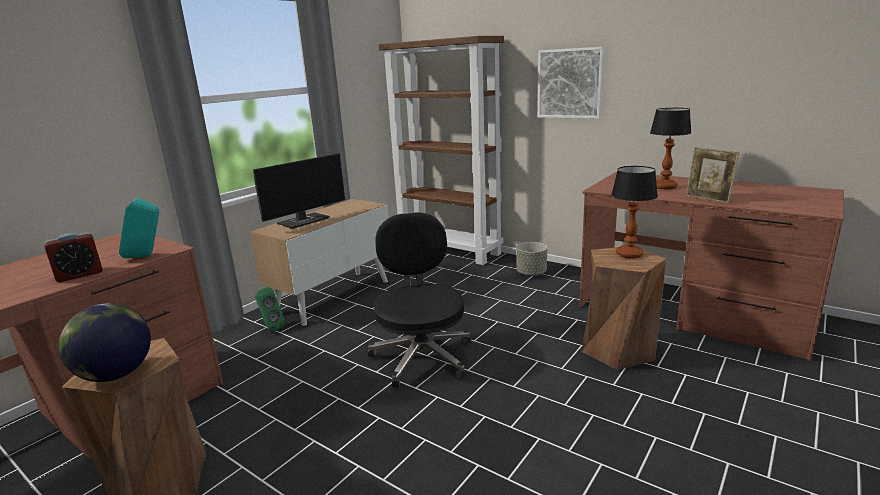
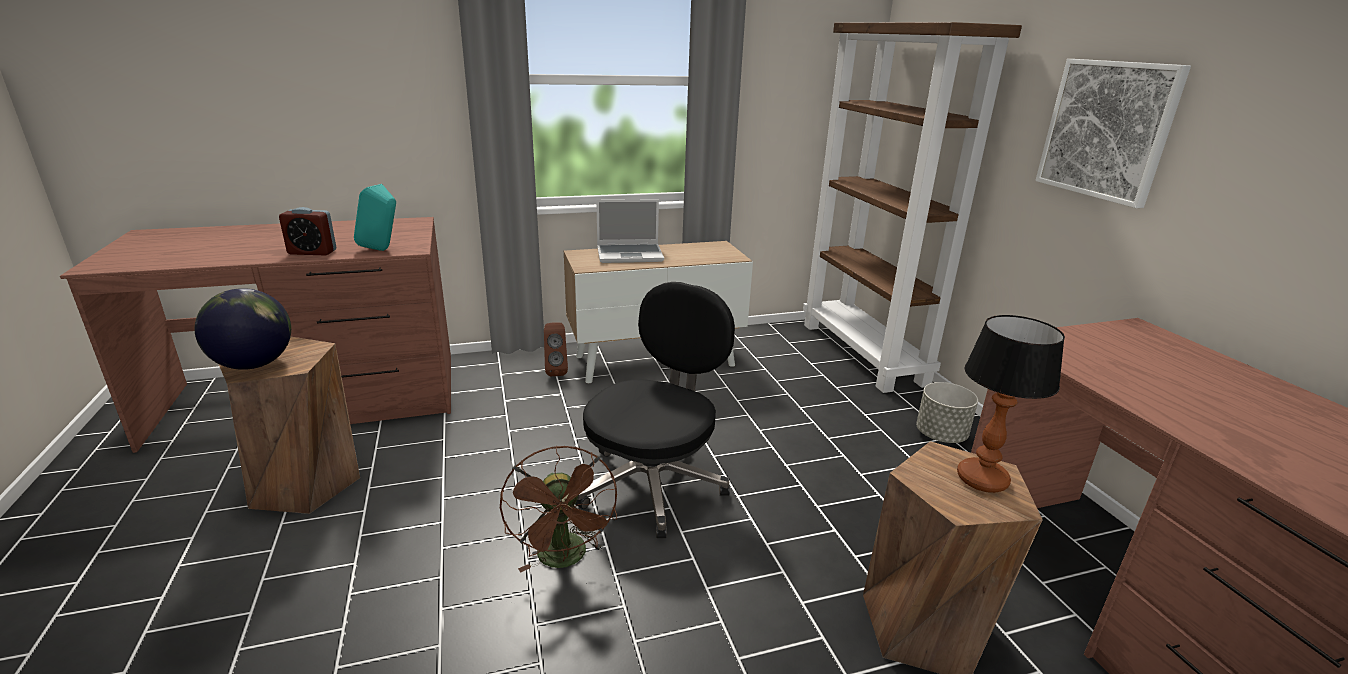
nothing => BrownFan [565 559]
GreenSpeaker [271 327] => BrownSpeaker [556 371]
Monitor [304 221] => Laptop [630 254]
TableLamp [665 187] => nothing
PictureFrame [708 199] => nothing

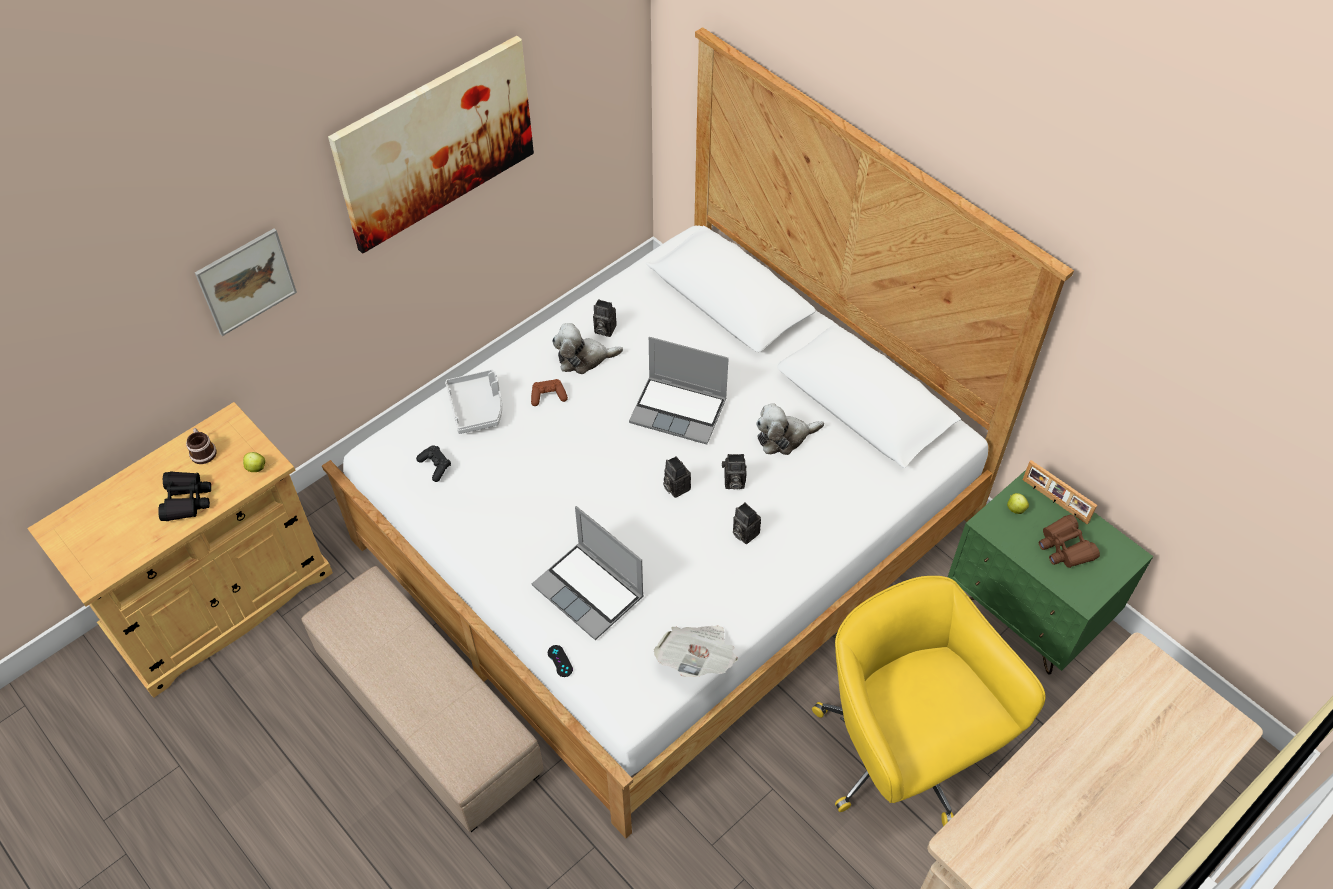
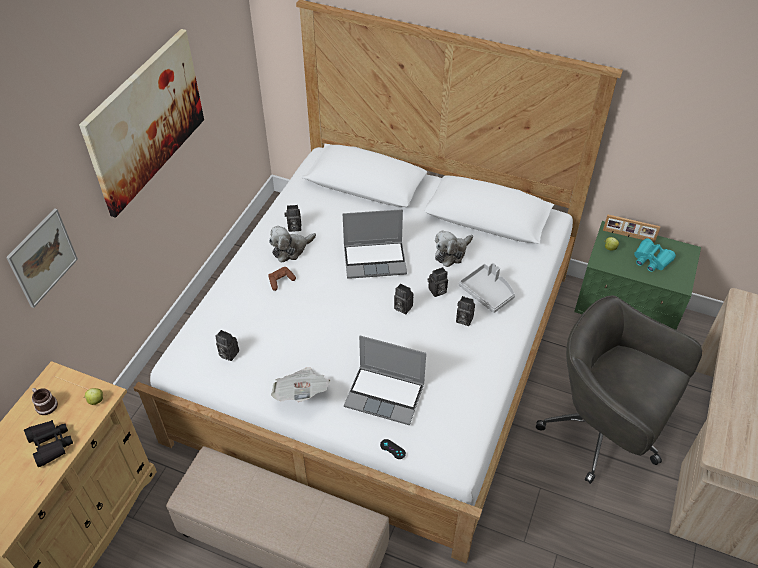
BlackGameController [435 466] => PhotoCamera [227 354]
Newspaper [697 659] => Newspaper [301 393], moved
GreyTray [477 407] => GreyTray [487 292], moved
YellowOfficeChair [901 754] => GreyOfficeChair [603 432]
BrownBinoculars [1065 547] => TurquoiseBinoculars [651 260]

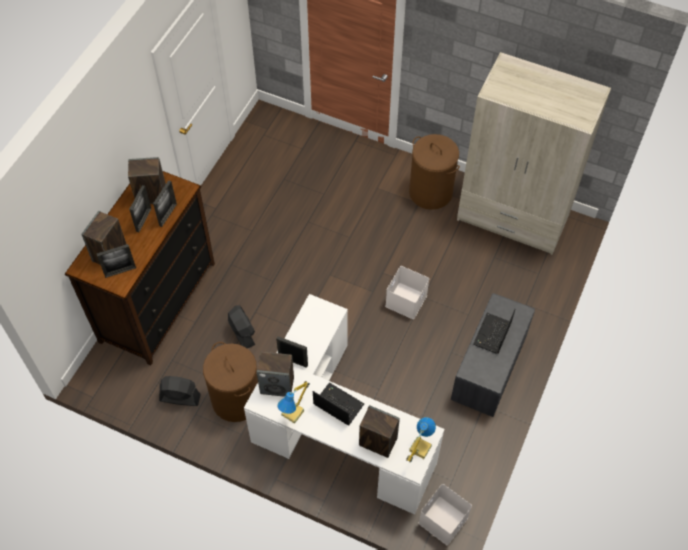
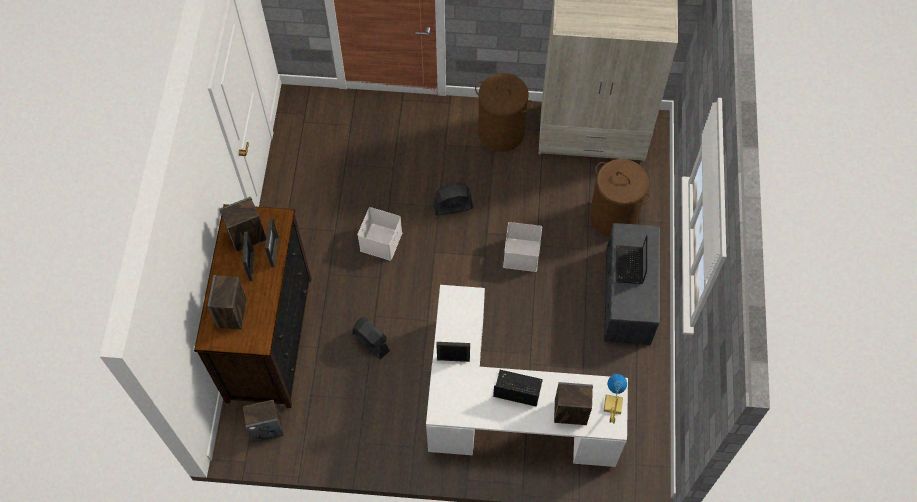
Speaker [277 385] => Speaker [267 428], moved
WhiteStorageBox [443 519] => WhiteStorageBox [380 240], moved
BlackFan [180 397] => BlackFan [453 206], moved
BrownLaundryBasket [236 399] => BrownLaundryBasket [613 216], moved
PictureFrame [120 271] => nothing
TableLamp [293 413] => nothing

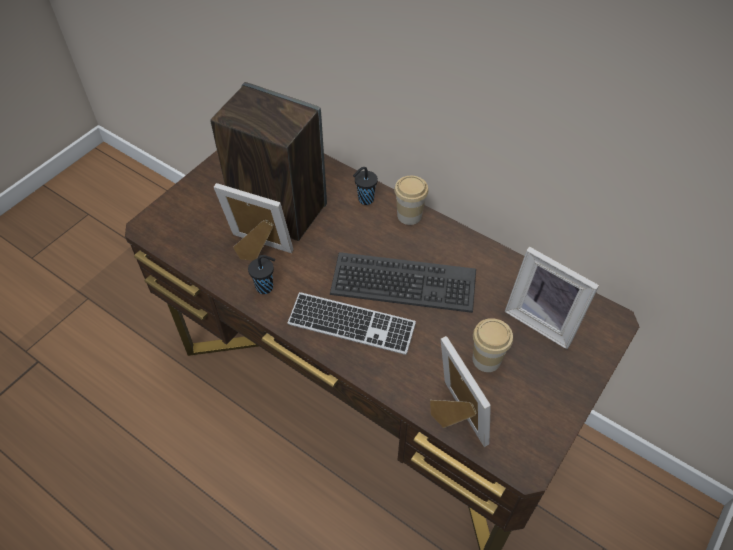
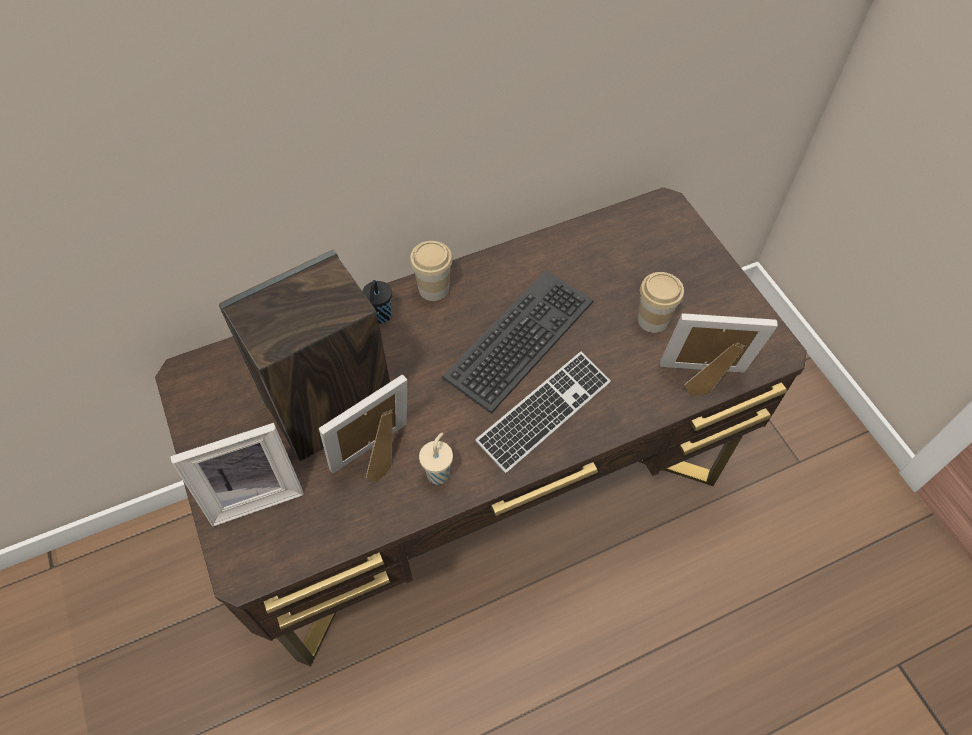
PictureFrame [543 320] => PictureFrame [254 492], moved
BlackCup [265 287] => BeigeCup [438 473]

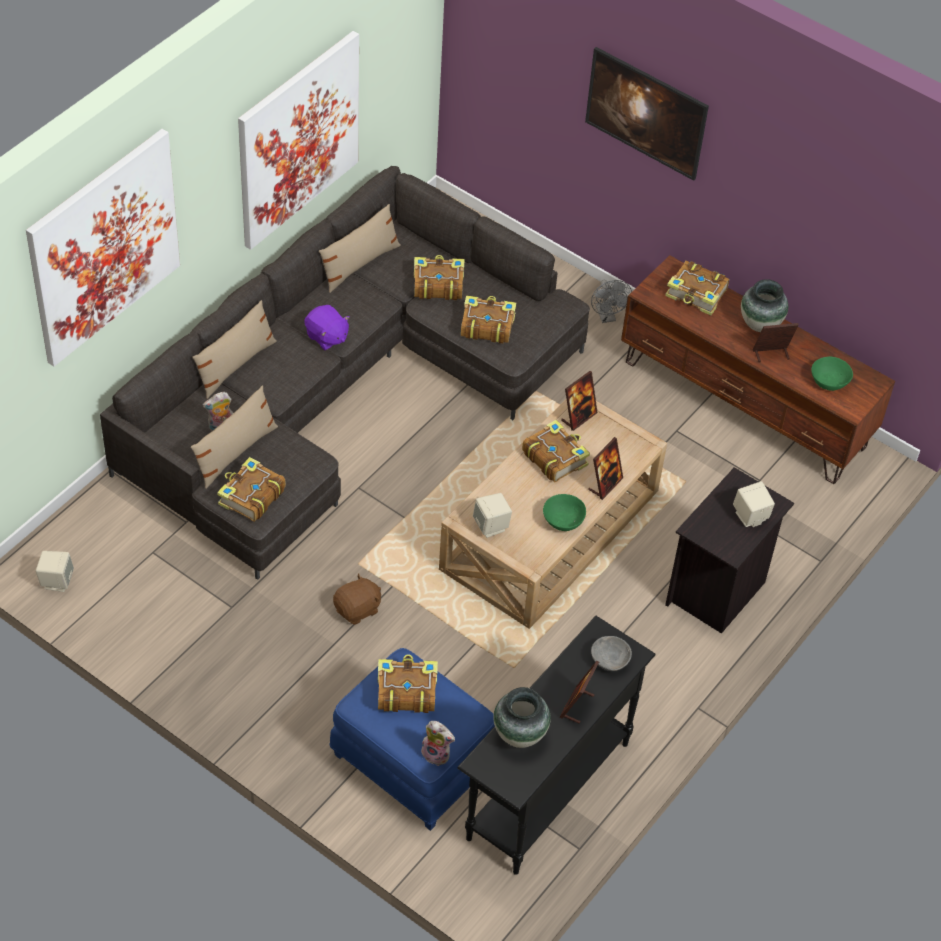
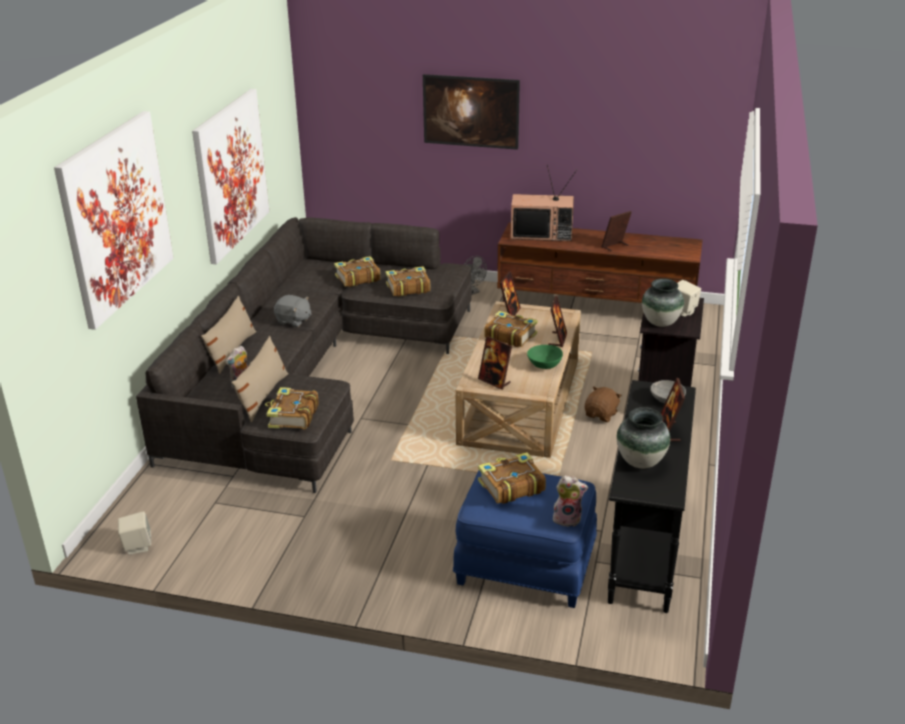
PurplePlushToy [326 337] => GreyPlushToy [293 321]
BeigeSpeaker [491 526] => PictureFrame [494 381]
Book [697 294] => Television [542 233]
BrownPlushToy [357 609] => BrownPlushToy [601 415], moved
Vase [760 324] => Vase [660 323], moved
BeigePillow [359 264] => nothing
GreenBowl [829 381] => nothing

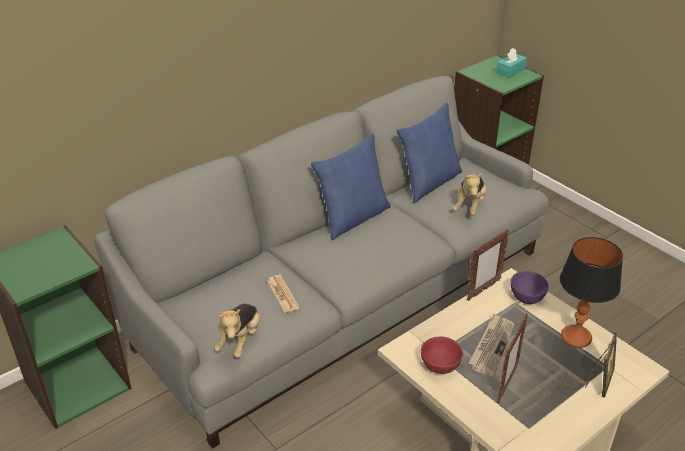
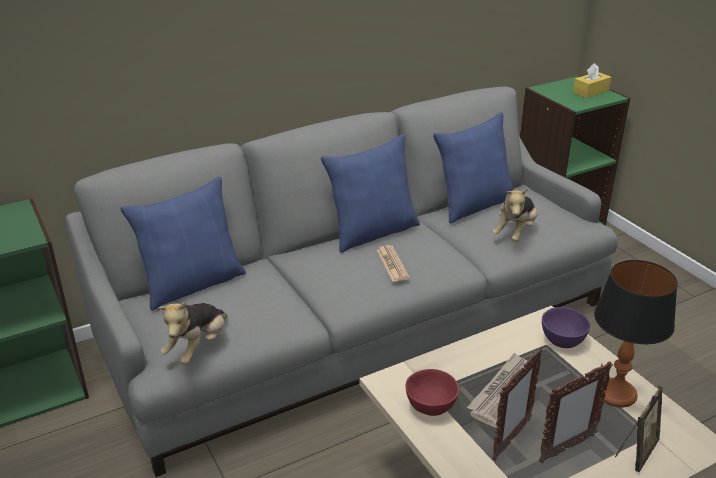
nothing => BluePillow [192 284]
Newspaper [282 294] => Newspaper [392 264], moved
PictureFrame [483 290] => PictureFrame [567 448], moved
TurquoiseTissueBox [510 71] => YellowTissueBox [590 91]

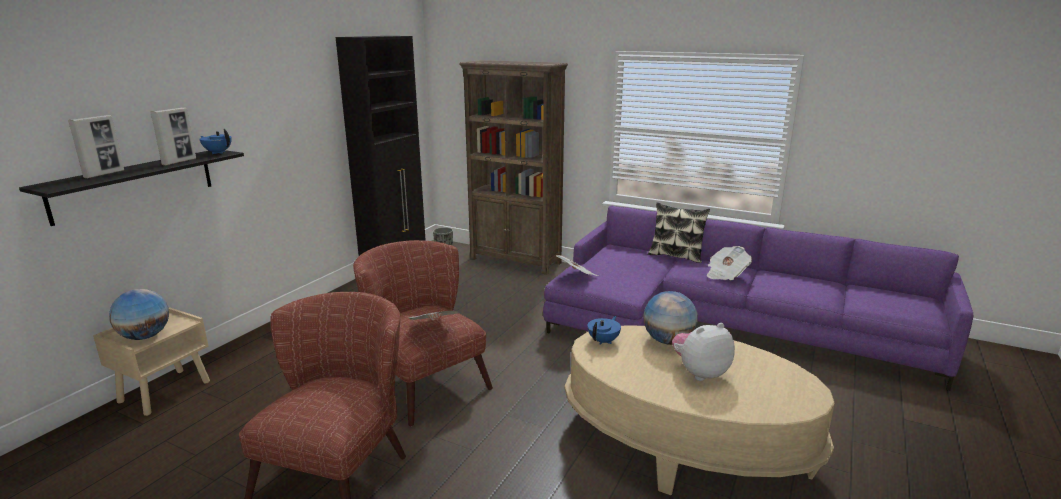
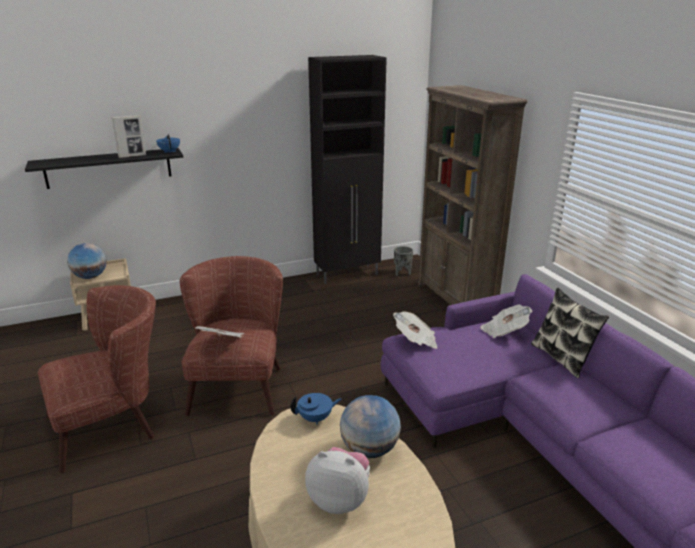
Newspaper [726 274] => Newspaper [504 331], moved
PictureFrame [104 174] => nothing

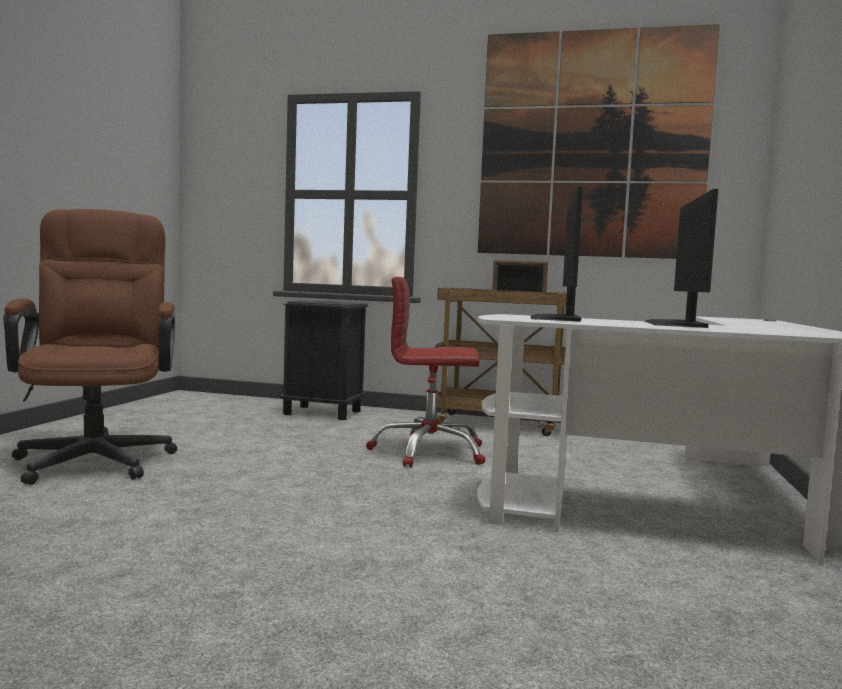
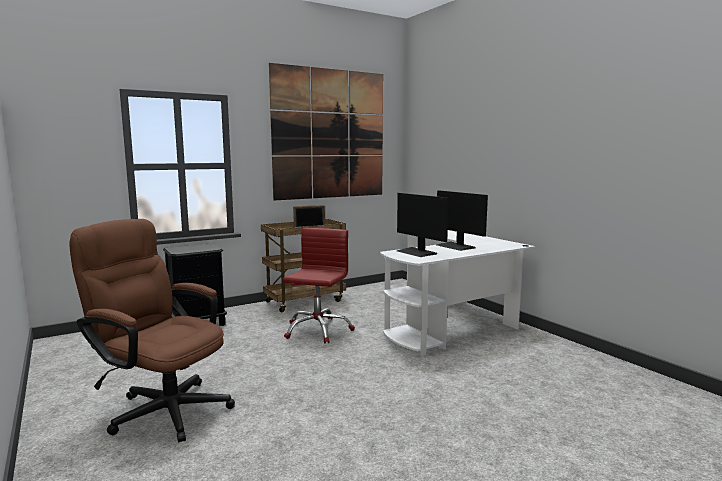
RedOfficeChair [429 452] => RedOfficeChair [317 330], 150 degrees clockwise

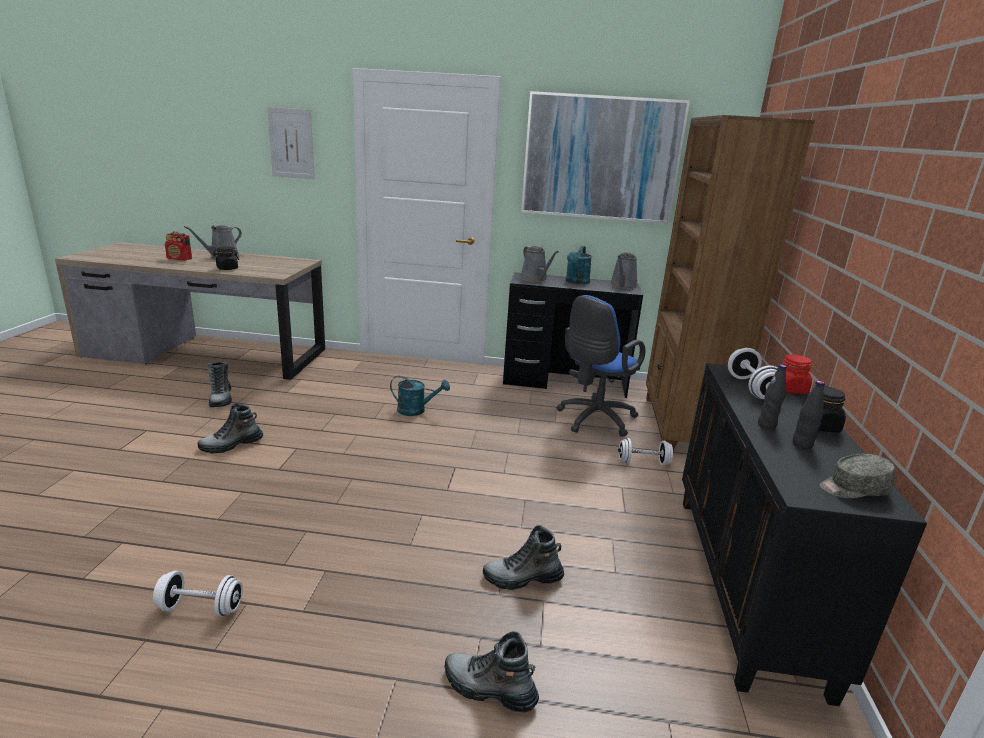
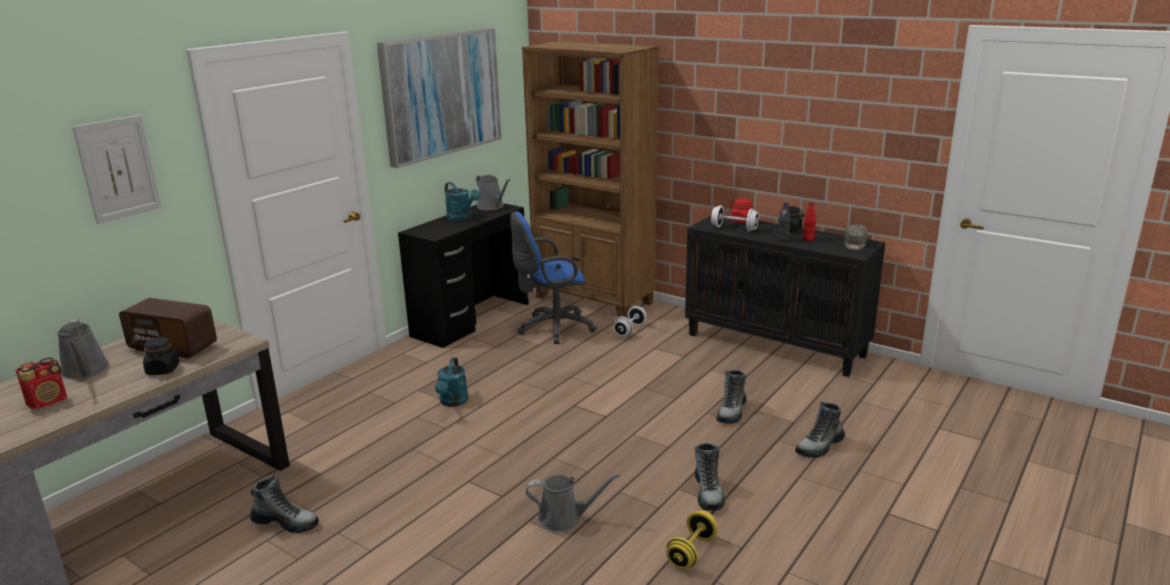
nothing => Radio [173 347]
TurquoiseWateringCan [416 410] => TurquoiseWateringCan [452 402], 150 degrees clockwise
BlueOfficeChair [593 420] => BlueOfficeChair [552 328], 90 degrees clockwise
GreyWateringCan [535 279] => GreyWateringCan [564 519], moved
WhiteDumbbell [201 608] => YellowDumbbell [691 552]
Boot [231 445] => Boot [708 493], moved
BlackBottle [802 444] => RedBottle [808 239]

